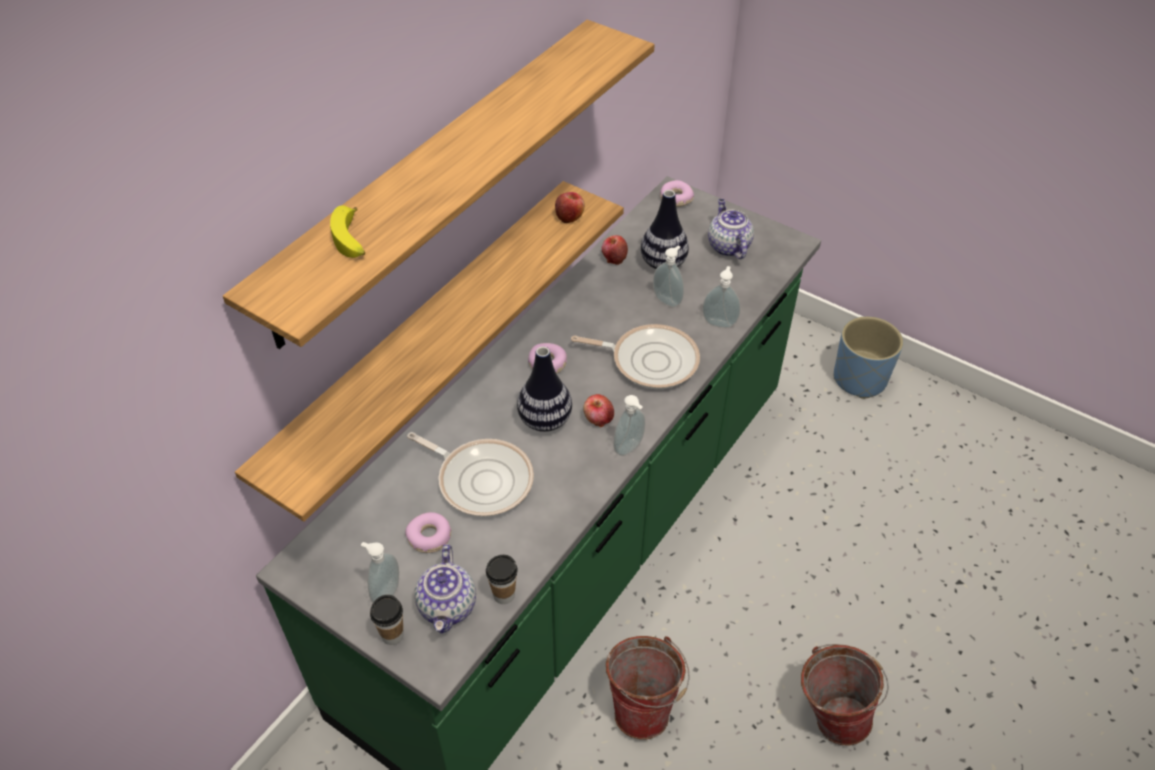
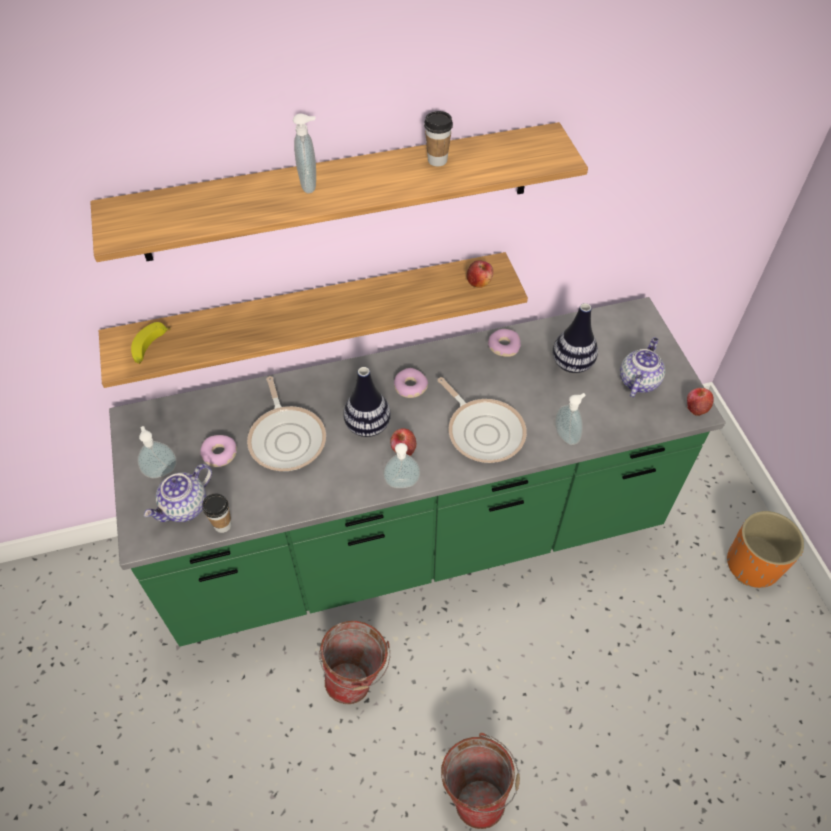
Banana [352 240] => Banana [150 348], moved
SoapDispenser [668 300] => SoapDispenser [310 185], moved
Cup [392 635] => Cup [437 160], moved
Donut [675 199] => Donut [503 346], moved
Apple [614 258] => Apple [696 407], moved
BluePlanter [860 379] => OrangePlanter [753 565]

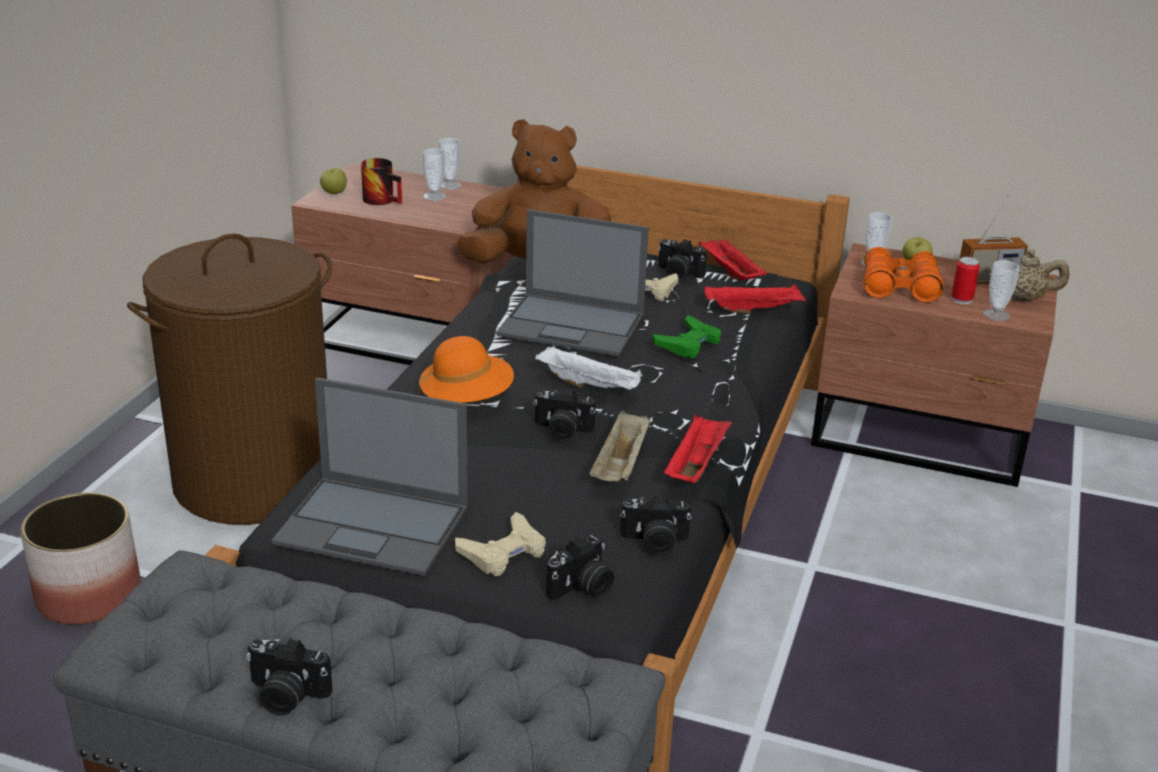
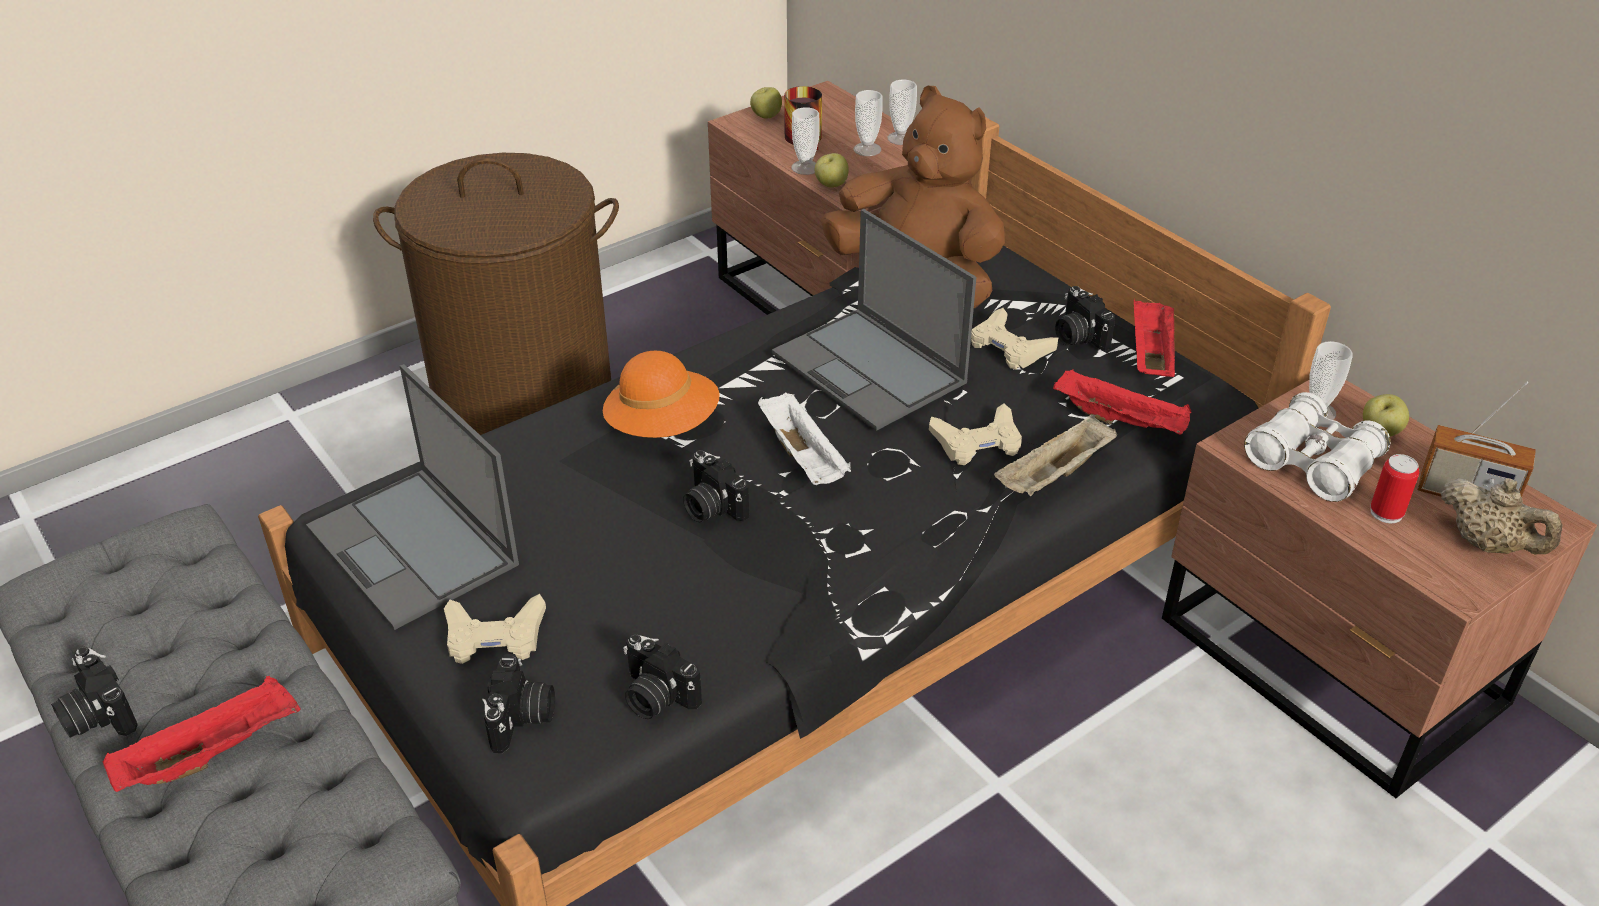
RedTray [696 465] => RedTray [213 753], moved
PhotoCamera [582 588] => PhotoCamera [522 719], 75 degrees counterclockwise
Cup [996 315] => Cup [805 167], moved
nothing => Apple [831 185]
GreenGameController [688 343] => BeigeGameController [977 442]
BeigeTray [621 466] => BeigeTray [1054 476], moved
OrangeBinoculars [899 288] => WhiteBinoculars [1312 463]
Planter [88 595] => nothing

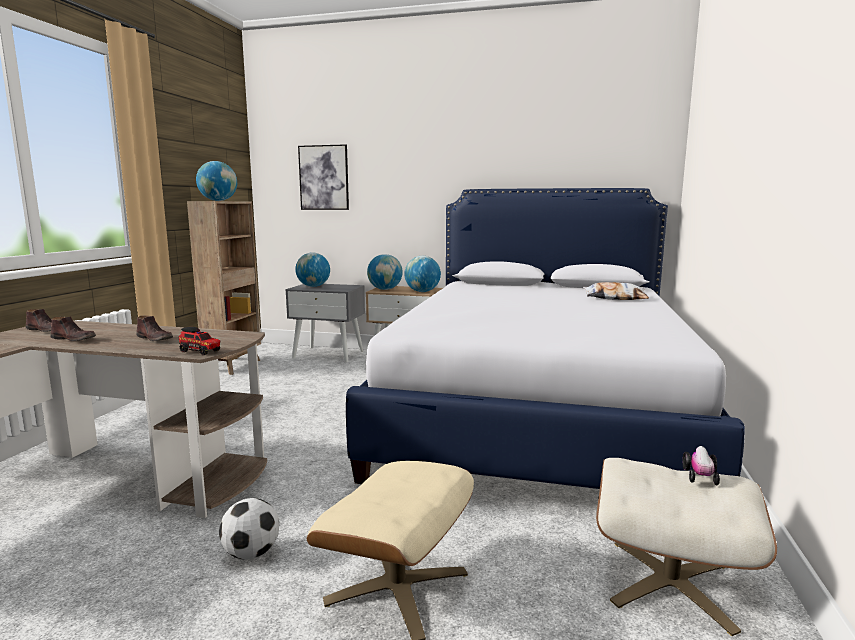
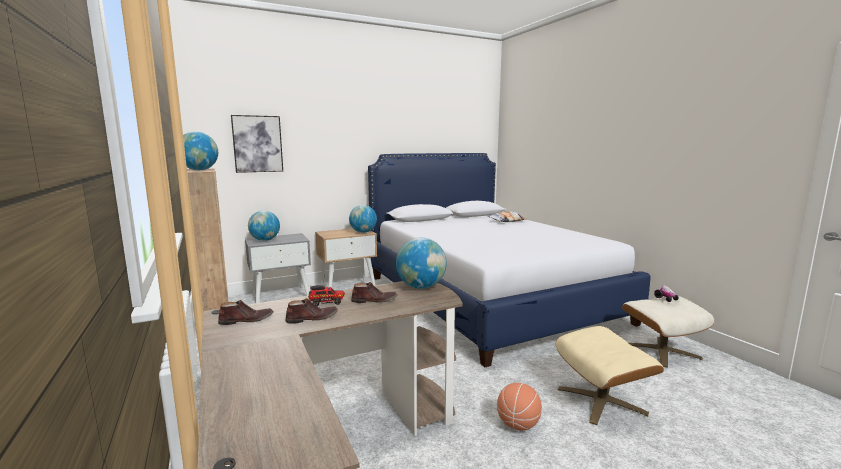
ToyTruck [201 351] => ToyTruck [327 303], moved
Globe [385 289] => Globe [421 287], moved
Football [251 553] => Basketball [518 424]

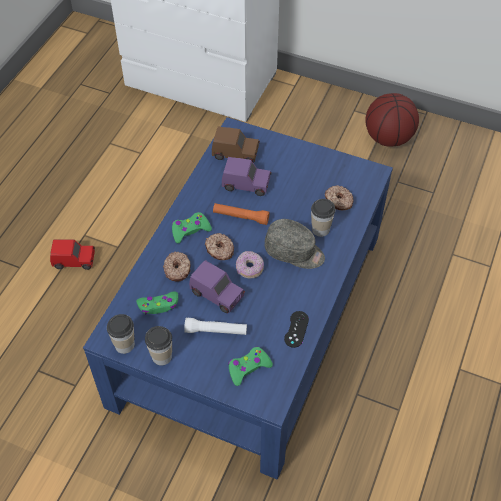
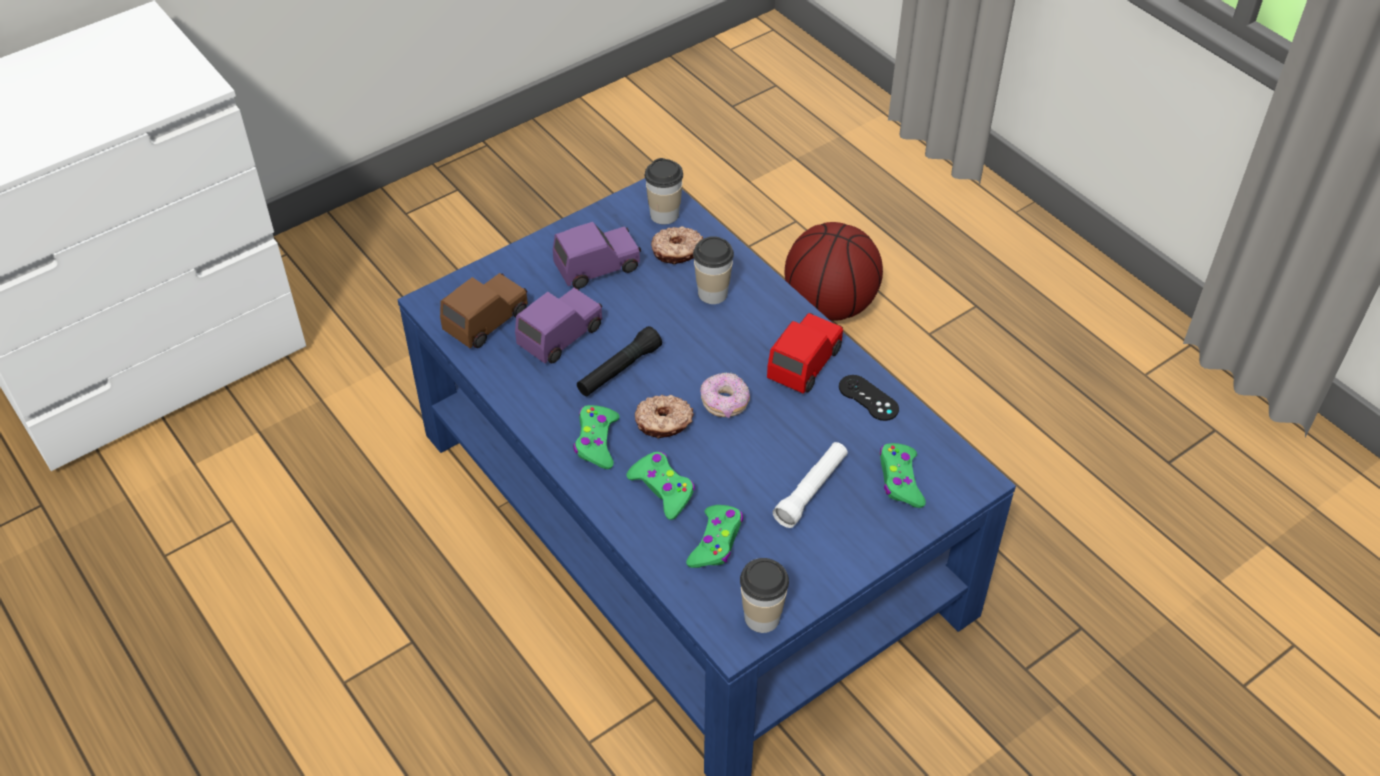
PurpleToyCar [217 295] => PurpleToyCar [598 267], moved
OrangeFlashlight [241 217] => BlackFlashlight [619 370]
Donut [178 269] => GreenGameController [662 489]
Cup [161 356] => Cup [664 214], moved
RedToyCar [74 261] => RedToyCar [804 364], moved
Basketball [388 138] => Basketball [829 304], moved
GreyCap [294 252] => nothing

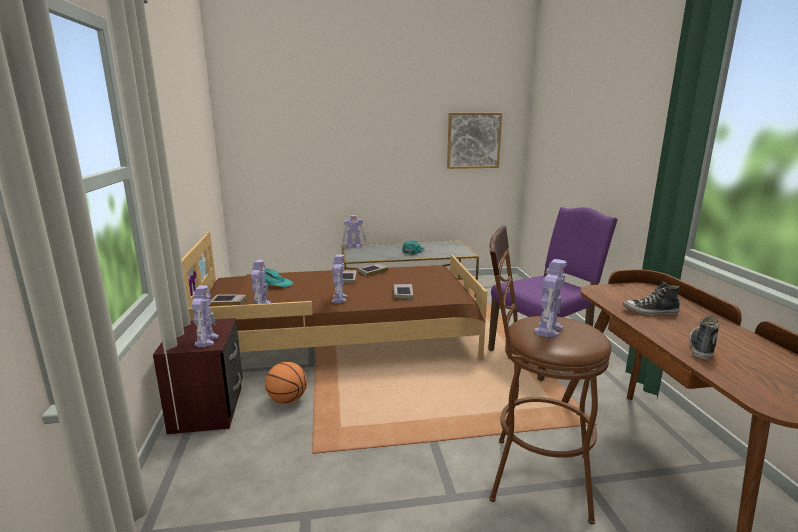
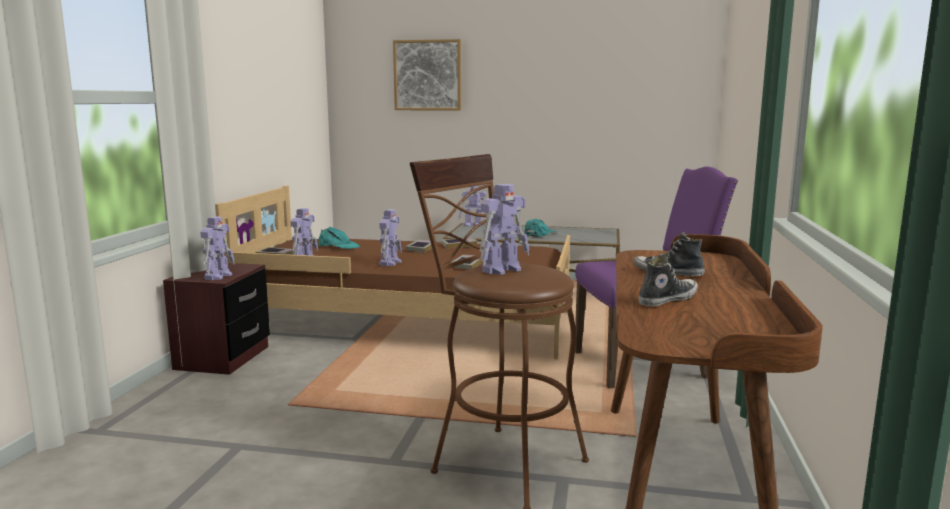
Picture [473 140] => Picture [427 75], moved
Basketball [287 400] => nothing

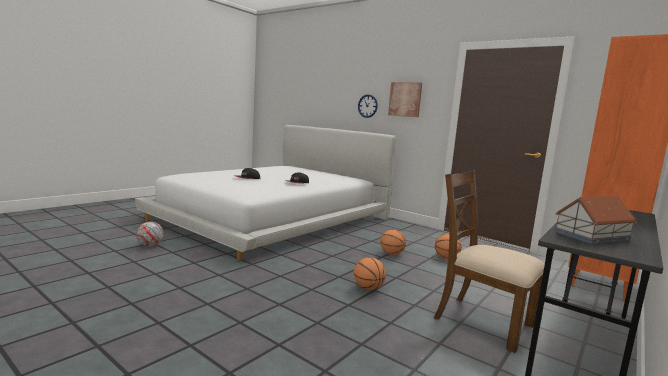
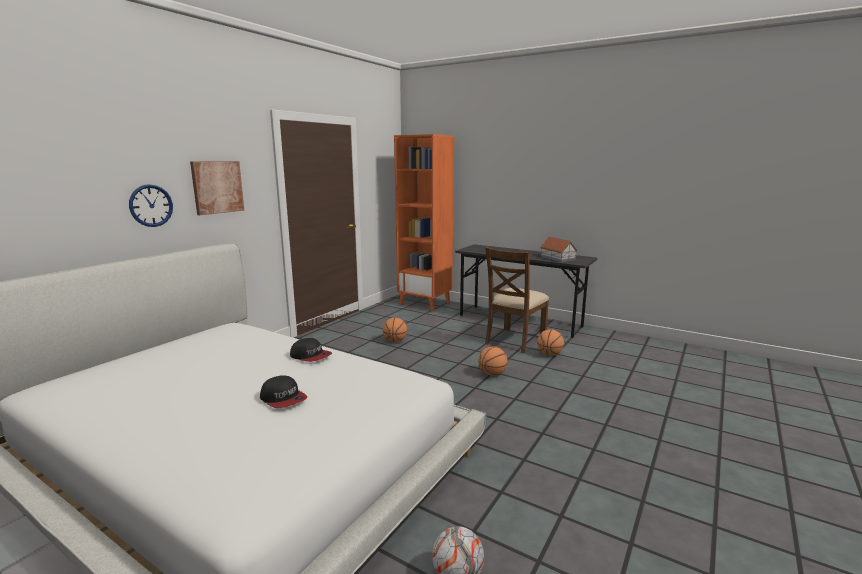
Basketball [391 254] => Basketball [549 354], moved

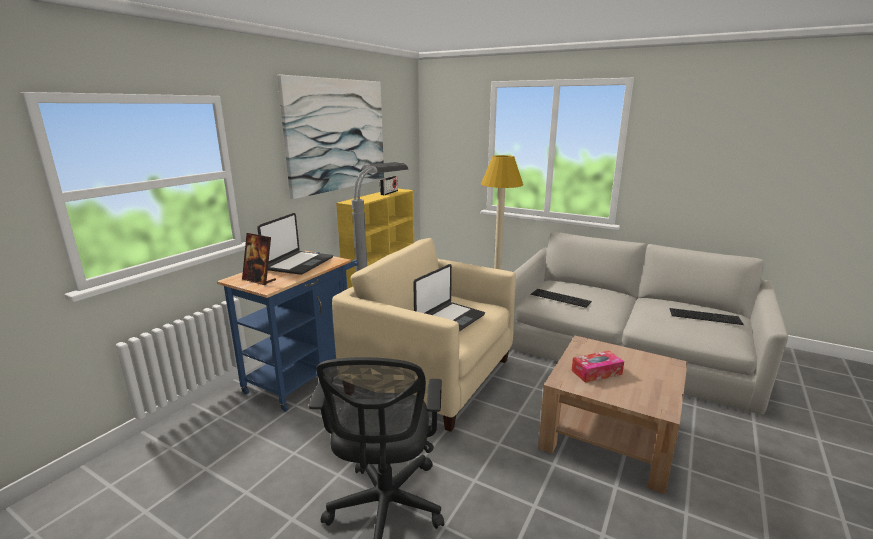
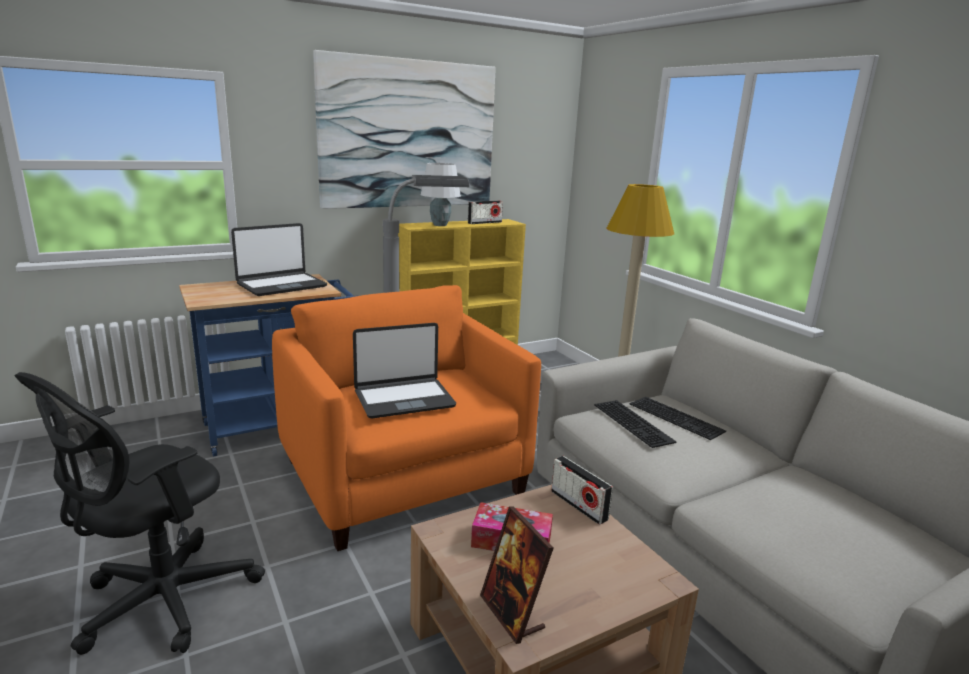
BeigeArmchair [431 376] => OrangeArmchair [404 477]
nothing => WhiteTableLamp [440 225]
PictureFrame [259 280] => PictureFrame [512 613], moved
nothing => Radio [578 505]
Keyboard [705 316] => Keyboard [677 417], moved

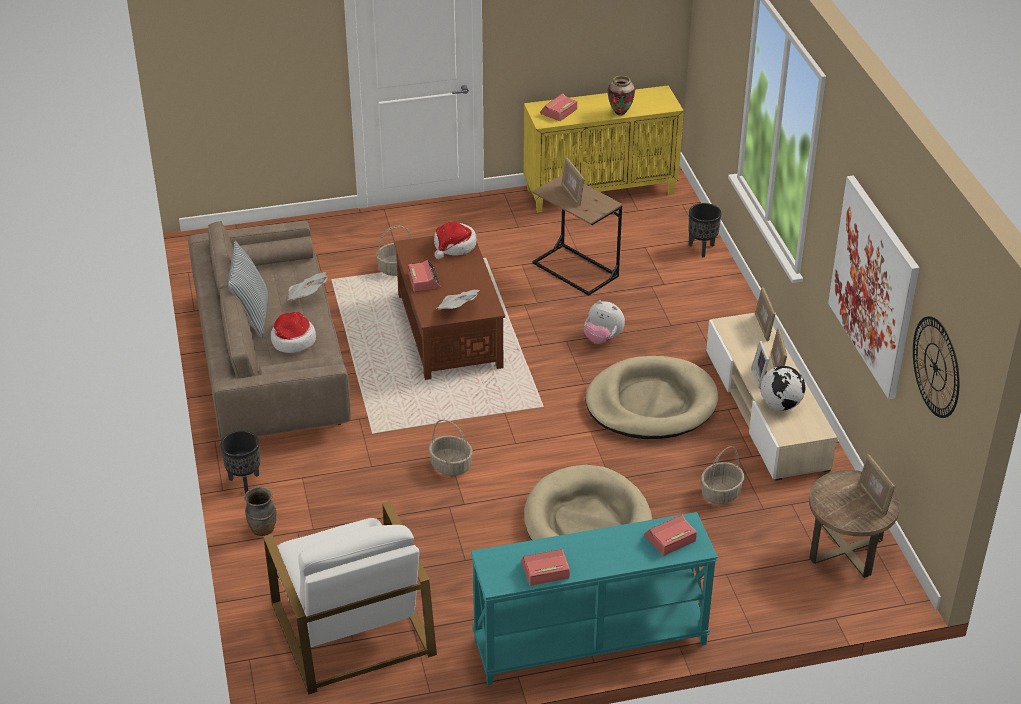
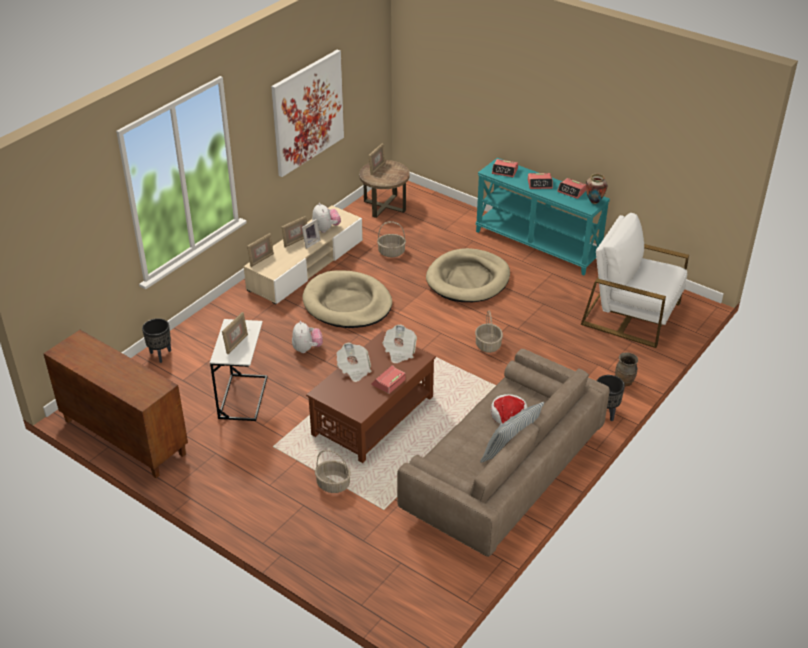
YellowCabinet [600 190] => BrownCabinet [123 437]
BrownSideTable [575 269] => WhiteSideTable [243 397]
Globe [780 405] => PlushToy [326 229]
Newspaper [307 295] => Newspaper [354 369], moved
AlarmClock [558 112] => AlarmClock [540 184], moved
WhiteArmchair [351 627] => WhiteArmchair [632 313], 90 degrees counterclockwise
Vase [620 113] => Vase [594 202], moved
Hat [454 246] => nothing
WallClock [936 367] => nothing

